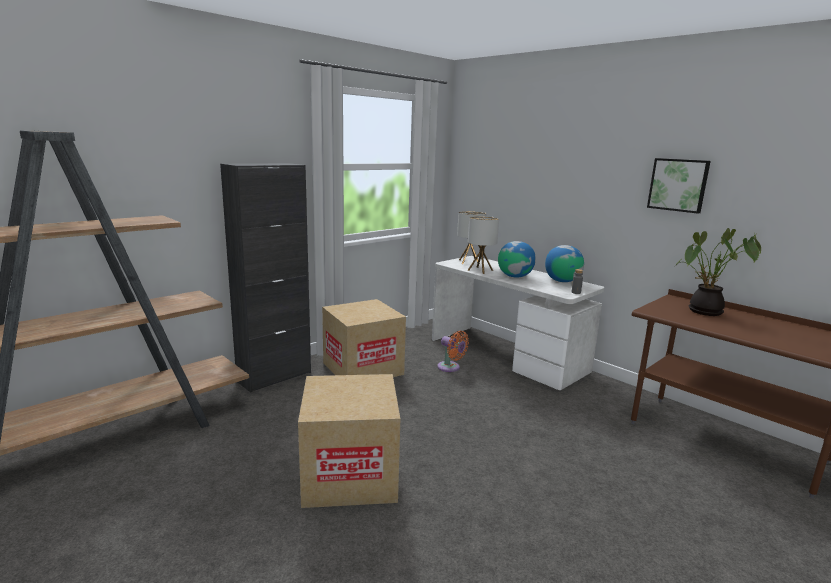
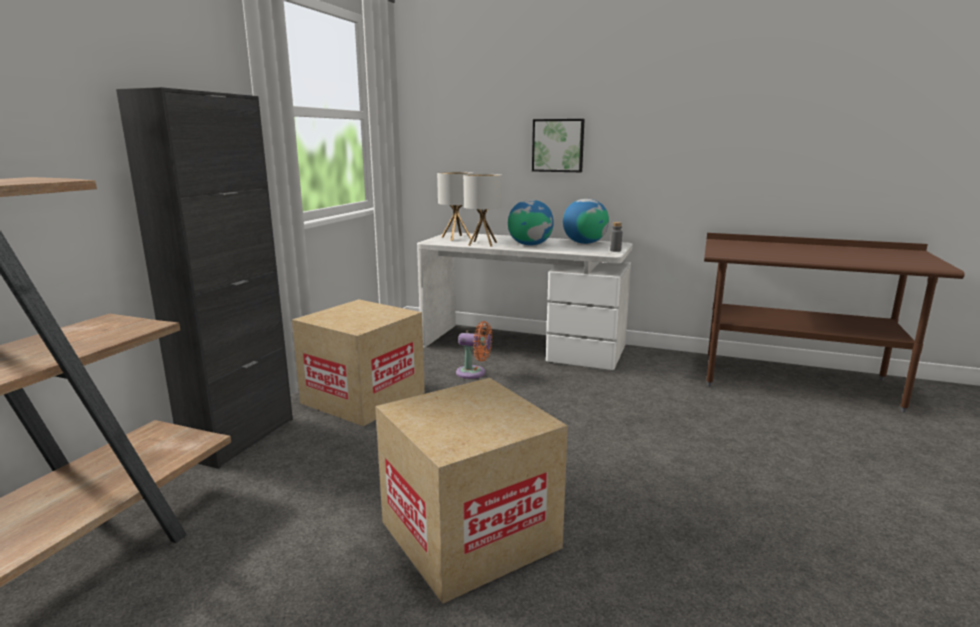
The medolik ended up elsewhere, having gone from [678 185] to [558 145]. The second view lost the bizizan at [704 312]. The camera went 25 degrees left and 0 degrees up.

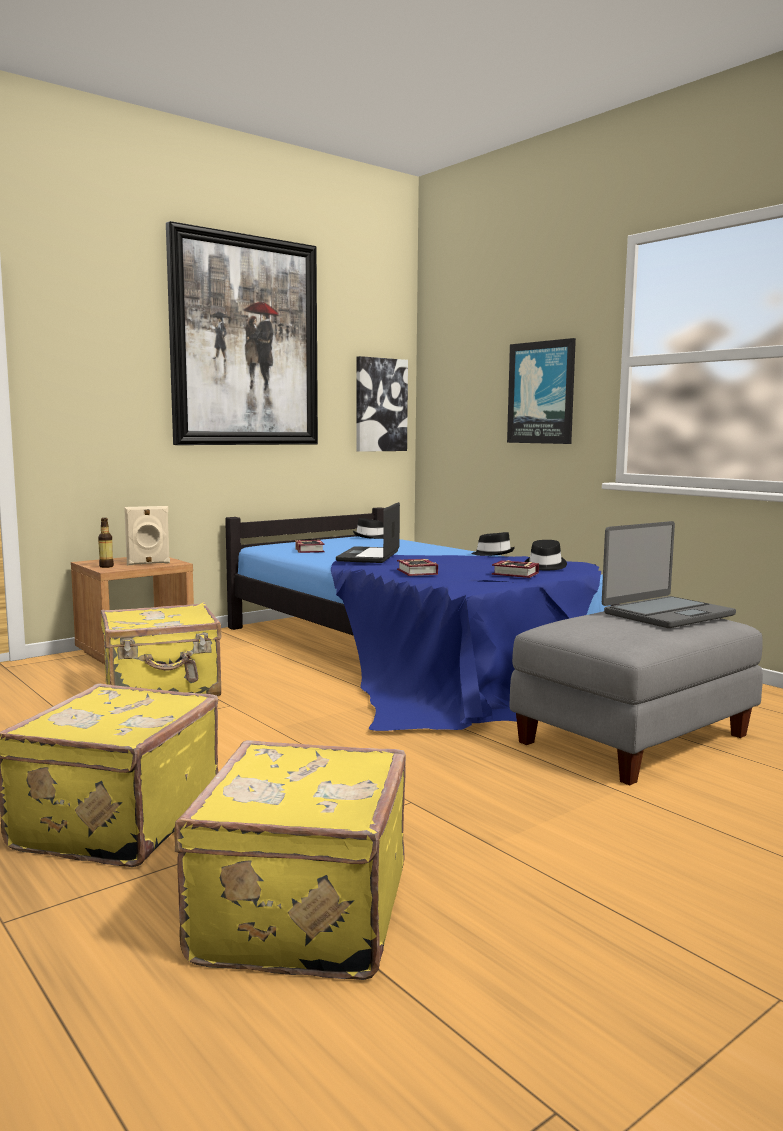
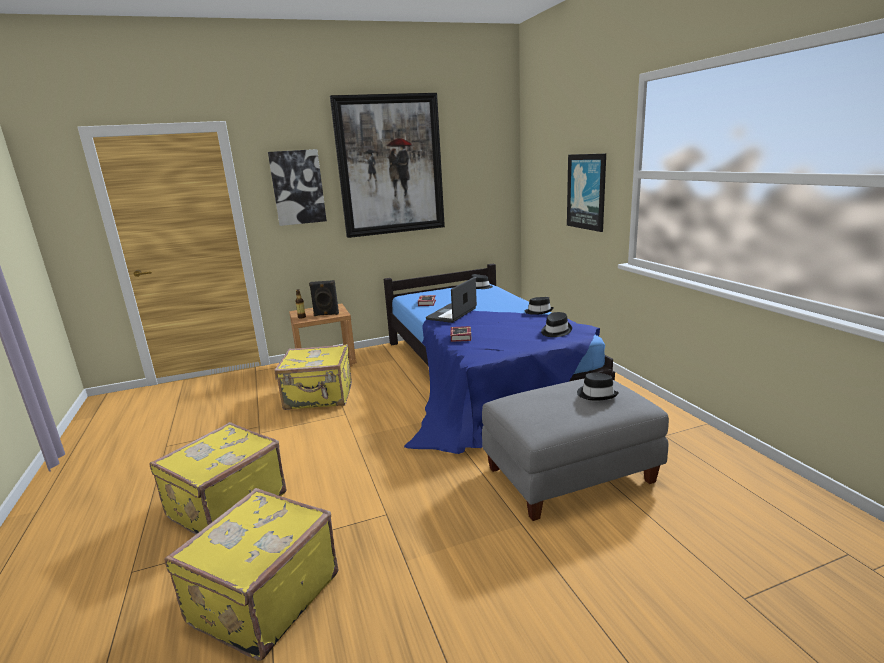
The medolik ended up elsewhere, having gone from [380 405] to [297 187]. What was the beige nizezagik at [148 563] turned into the black nizezagik at [326 314]. Where the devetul stood at [666 614], the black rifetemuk came to stand at [596 394]. The second view lost the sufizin at [516 574]. The camera went 20 degrees right and 10 degrees up.

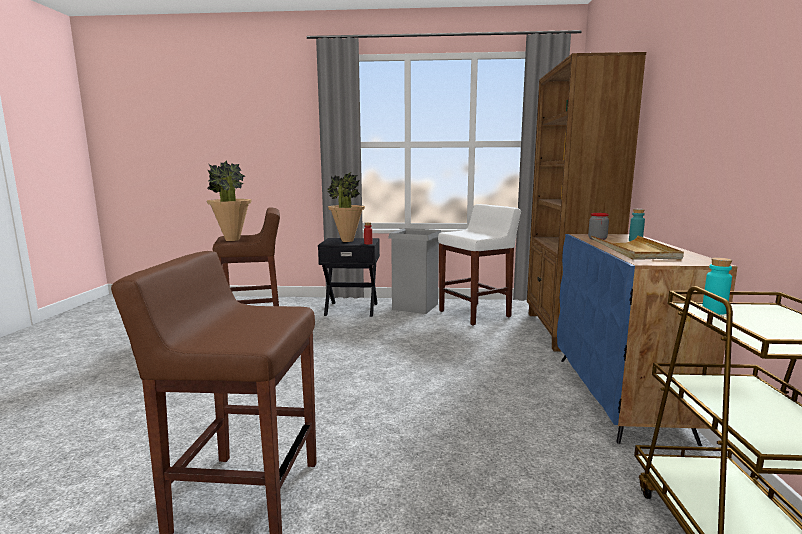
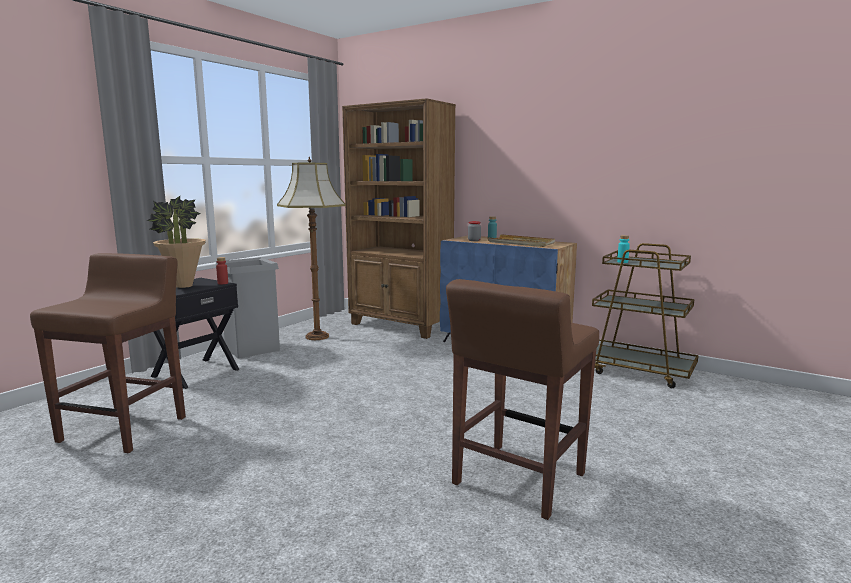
Where the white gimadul stood at [475 314], the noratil came to stand at [317 336]. The second view lost the bizizan at [232 240]. The camera went 60 degrees left and 0 degrees up.

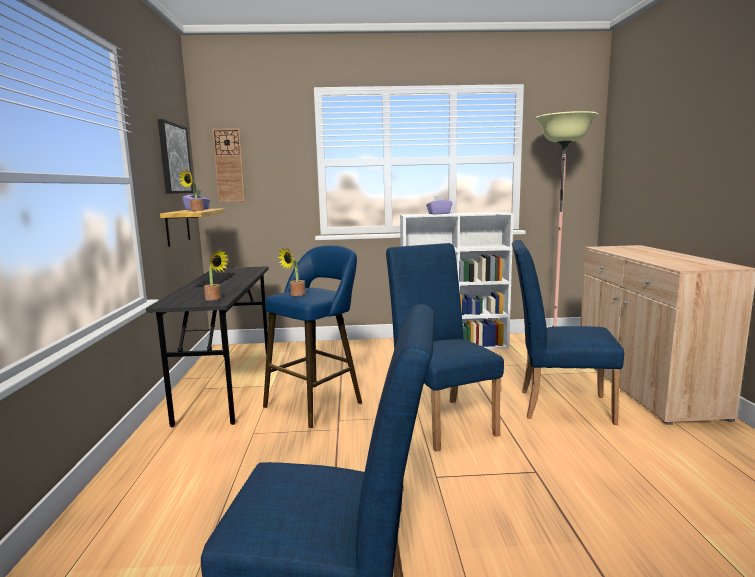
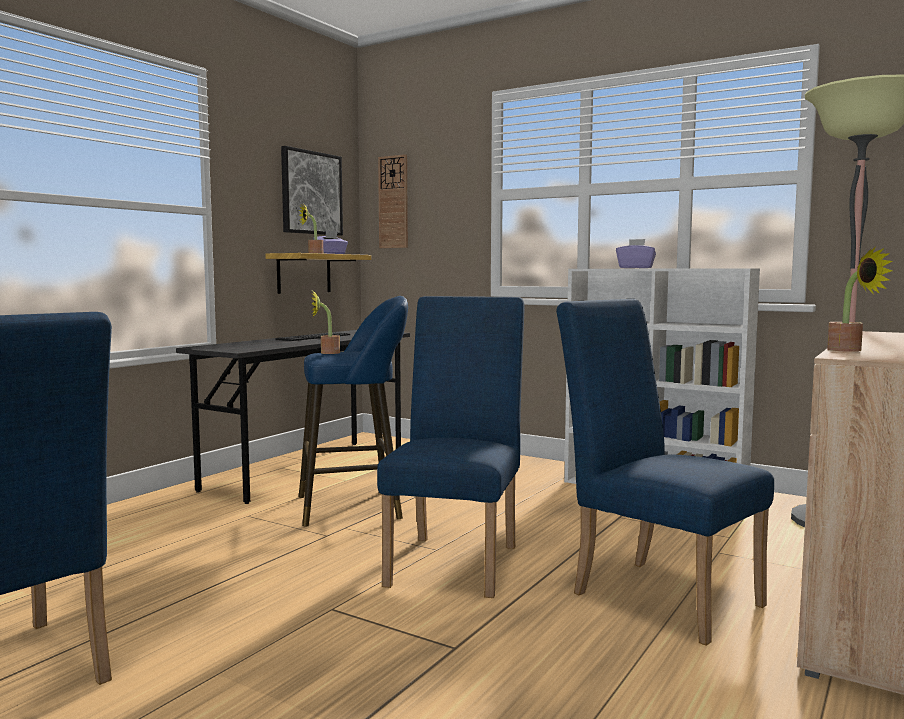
The bizizan ended up elsewhere, having gone from [215 299] to [850 350]. The camera went 35 degrees right and 5 degrees down.

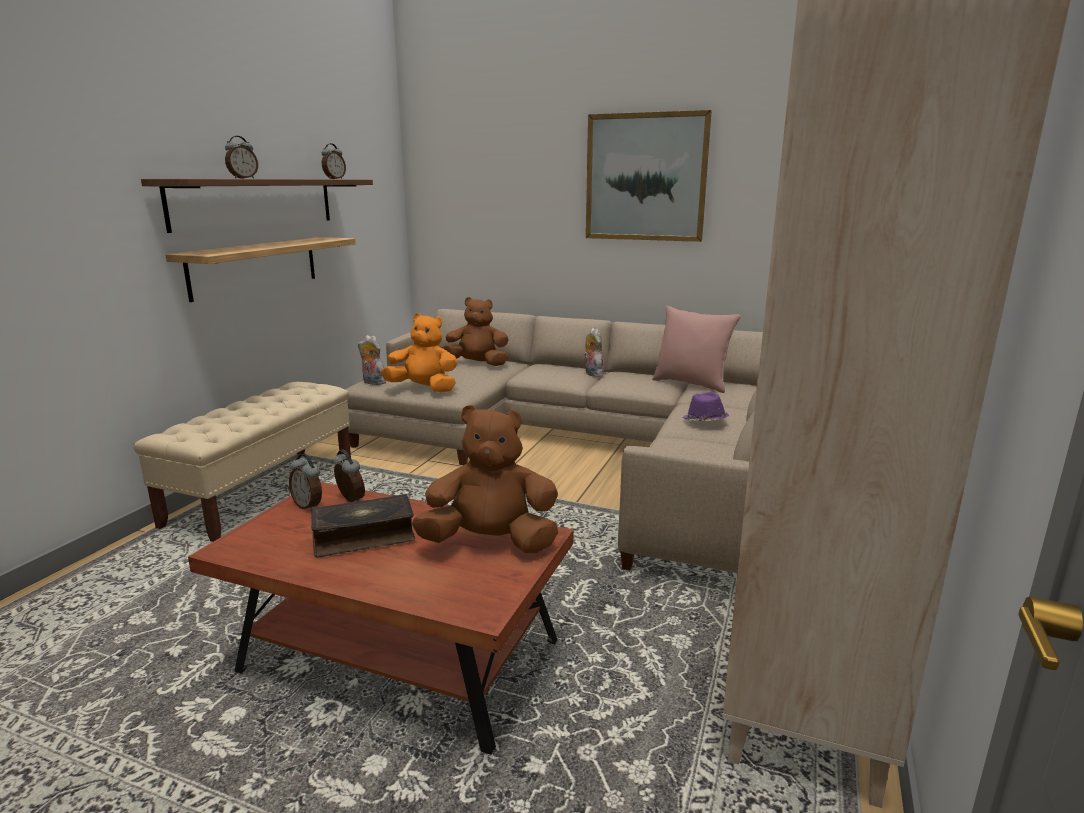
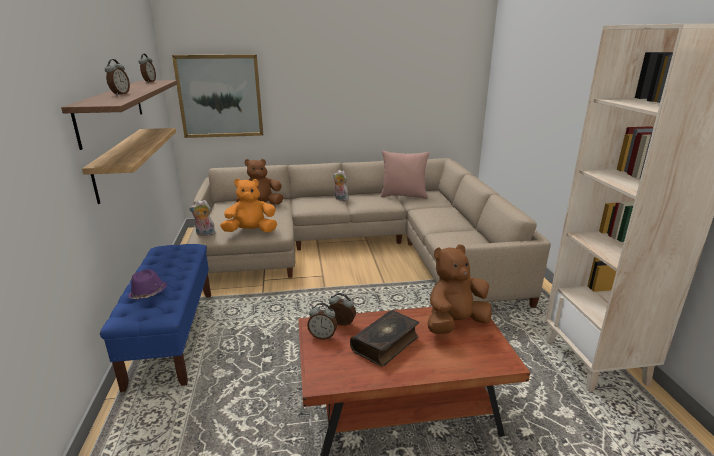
What was the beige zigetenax at [264 491] turned into the blue zigetenax at [172 336]. The purple rifetemuk ended up elsewhere, having gone from [704 421] to [148 294]. The medolik ended up elsewhere, having gone from [645 177] to [220 96]. The camera went 30 degrees left and 5 degrees up.

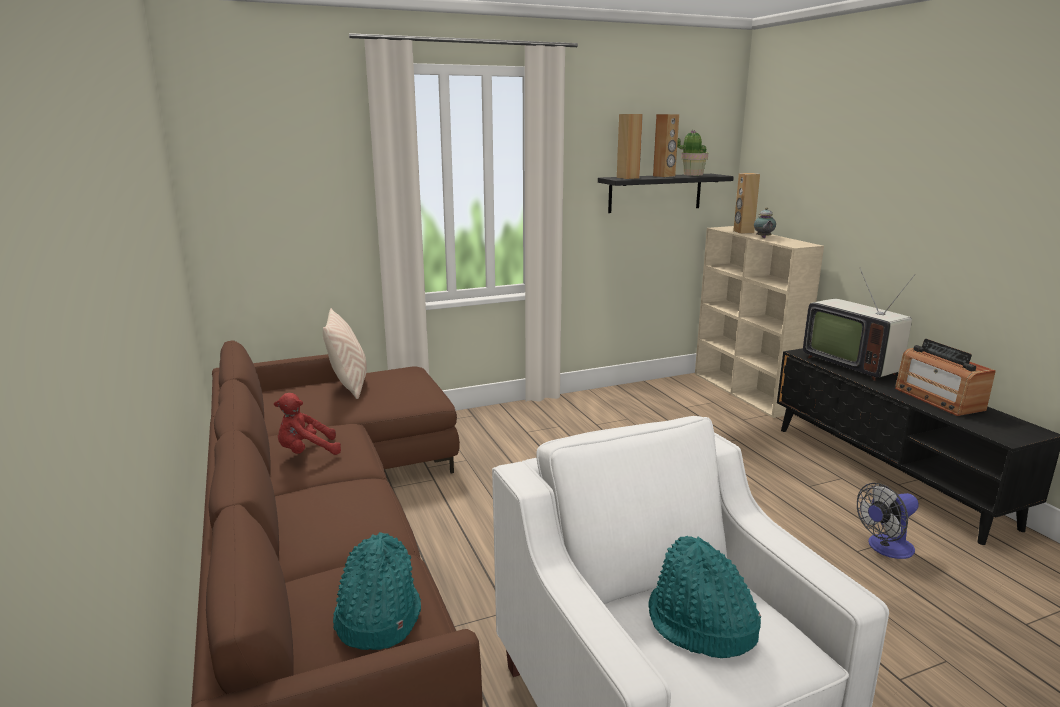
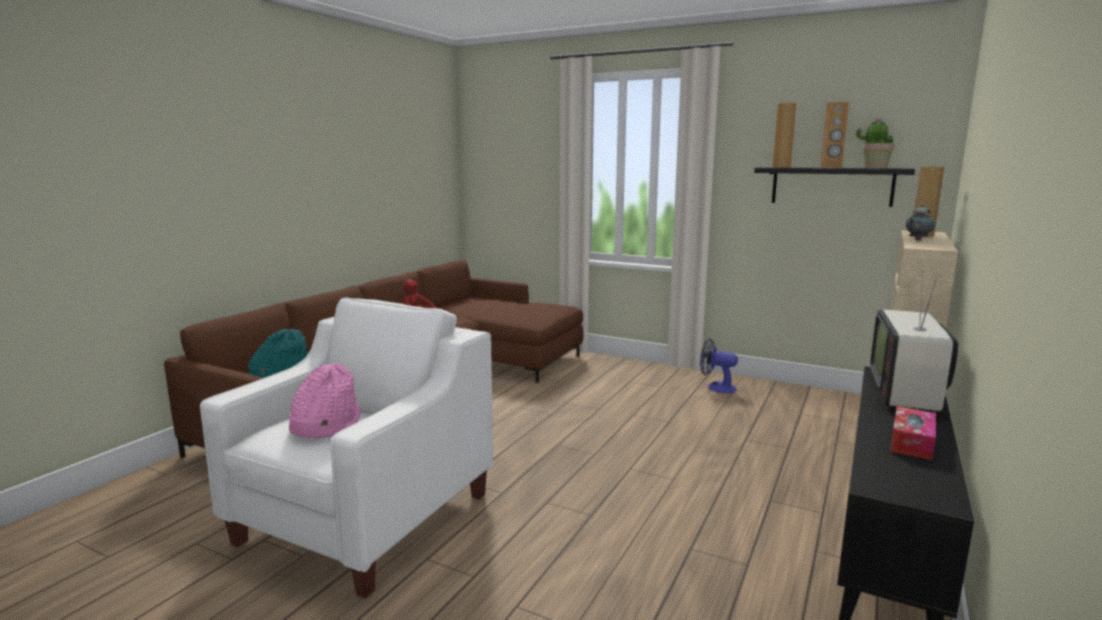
What was the turquoise rifetemuk at [699 625] turned into the pink rifetemuk at [325 424]. The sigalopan ended up elsewhere, having gone from [885 548] to [716 387]. Where the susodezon stood at [938 399], the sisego came to stand at [911 442]. The second view lost the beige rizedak at [349 385]. The camera went 50 degrees right and 5 degrees down.

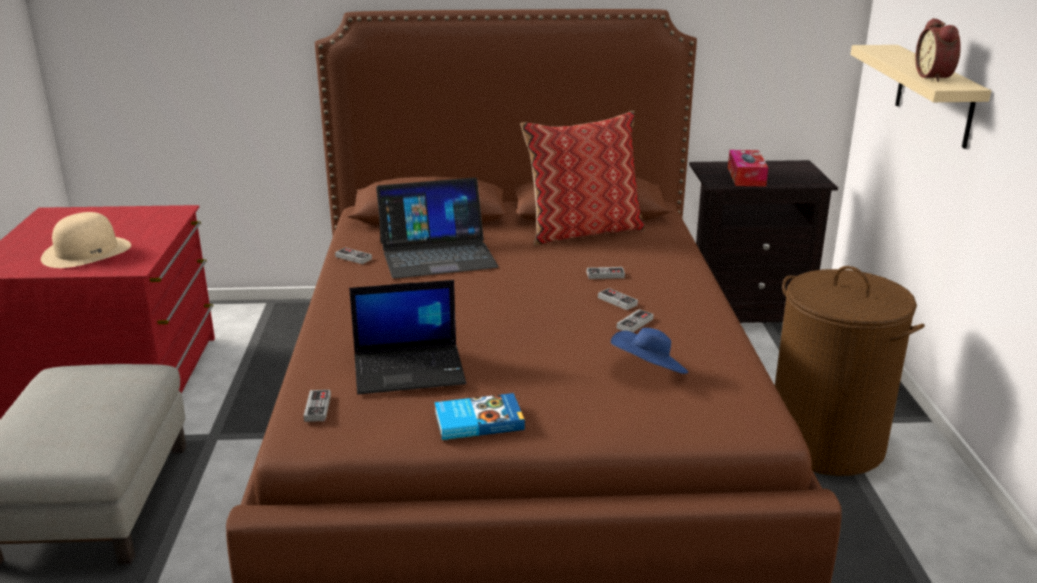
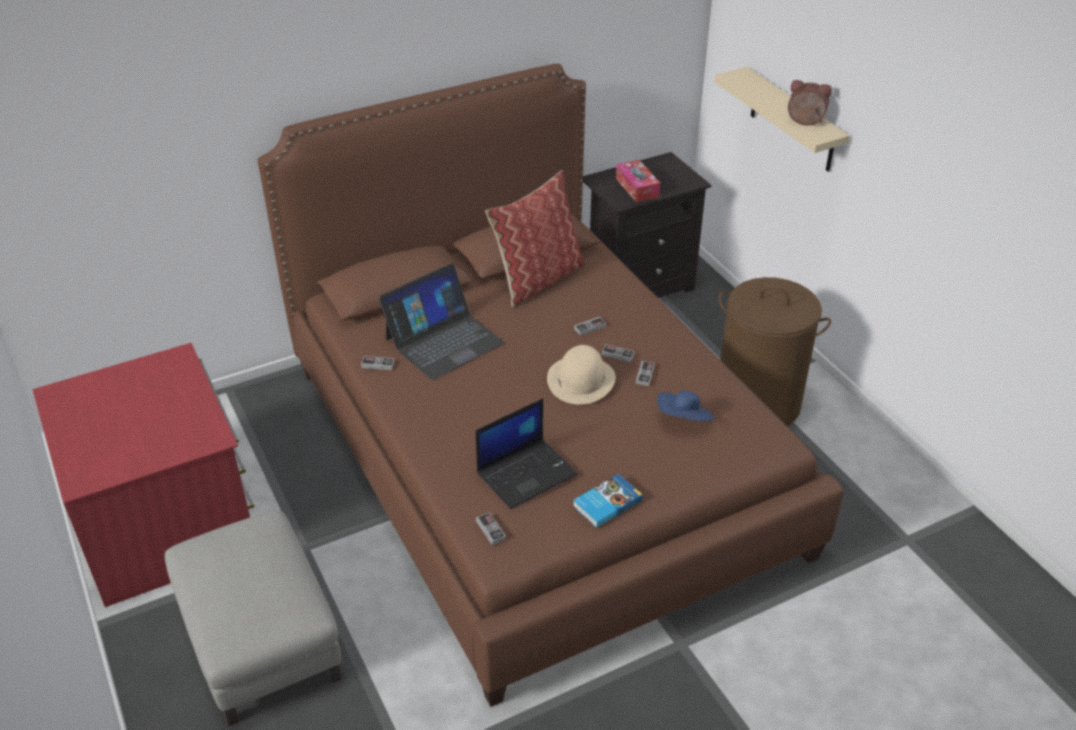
The beige rifetemuk ended up elsewhere, having gone from [87 252] to [581 379]. The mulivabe at [936 77] ended up facing another way, 135 degrees clockwise from before. The camera went 25 degrees left and 15 degrees up.

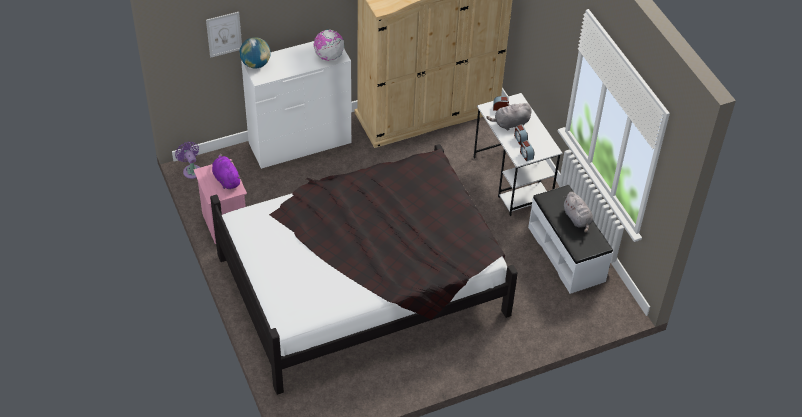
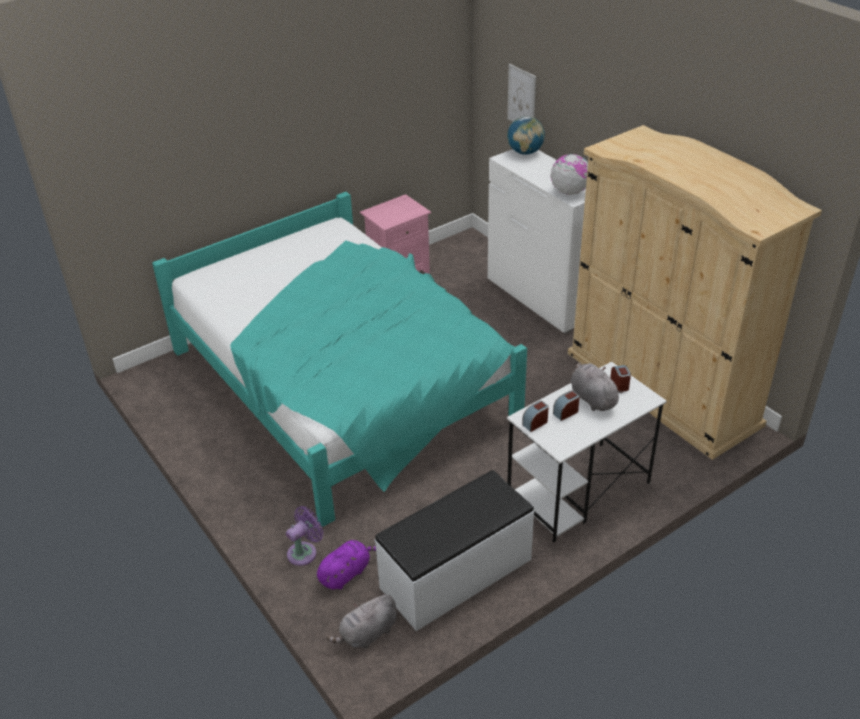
What was the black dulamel at [363 283] turned into the turquoise dulamel at [343 384]. The purple sigalopan ended up elsewhere, having gone from [191 170] to [304 552]. The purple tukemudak ended up elsewhere, having gone from [226 179] to [346 573]. The grey tukemudak ended up elsewhere, having gone from [577 219] to [367 634]. The camera went 80 degrees right and 10 degrees down.

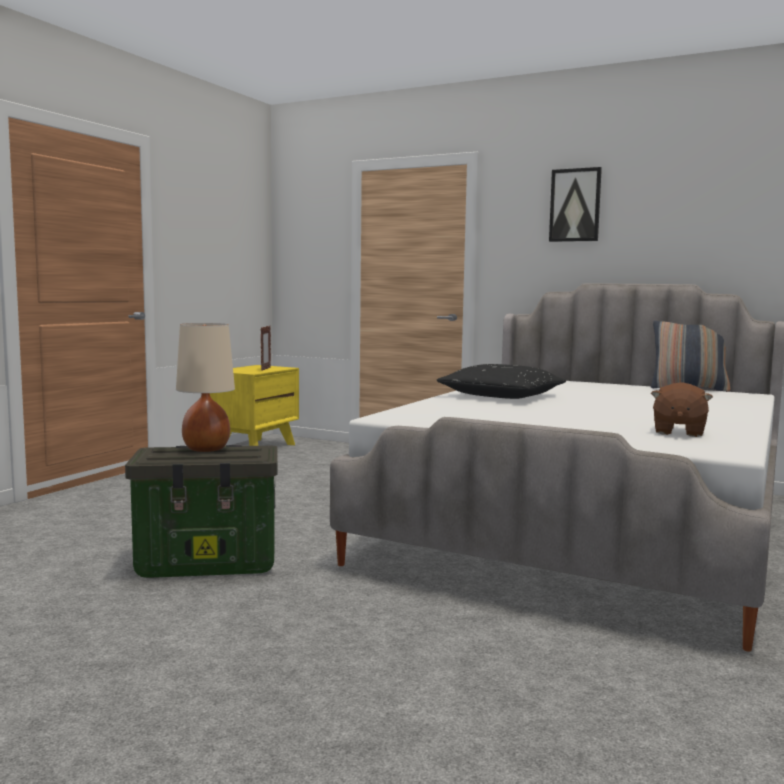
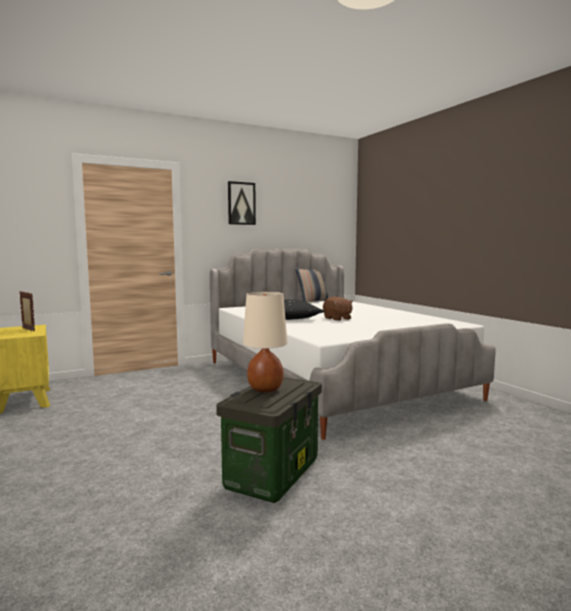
The brown tukemudak ended up elsewhere, having gone from [678 432] to [337 318]. The camera went 55 degrees left and 0 degrees up.

